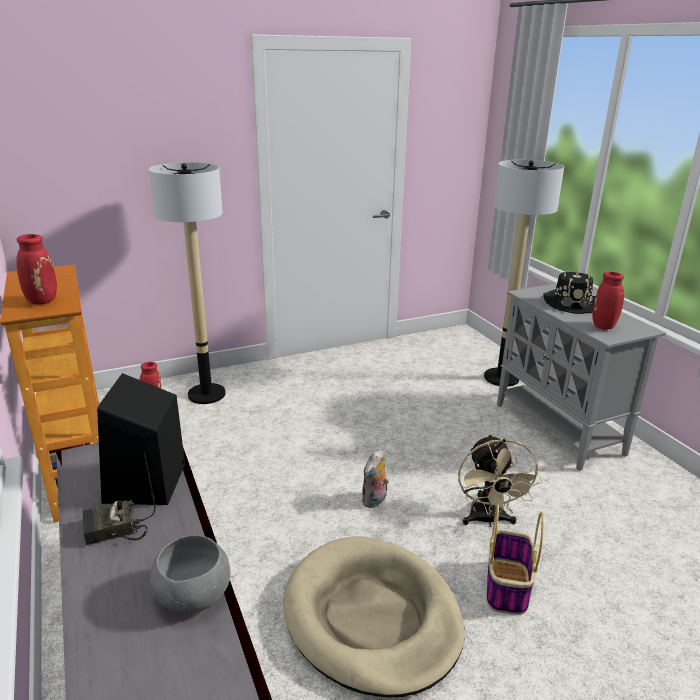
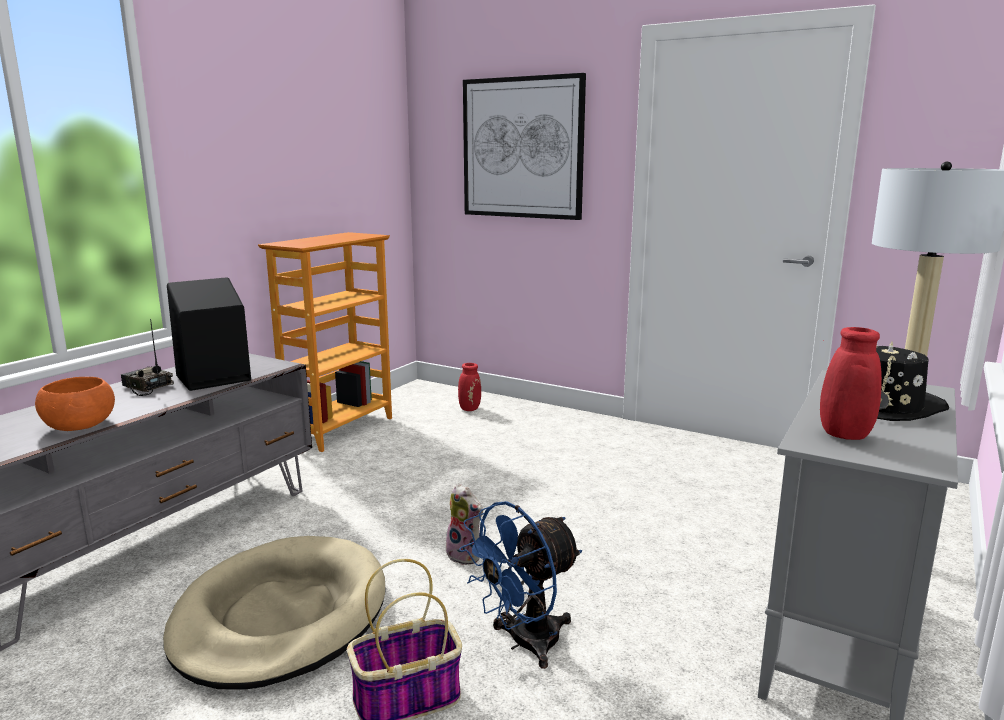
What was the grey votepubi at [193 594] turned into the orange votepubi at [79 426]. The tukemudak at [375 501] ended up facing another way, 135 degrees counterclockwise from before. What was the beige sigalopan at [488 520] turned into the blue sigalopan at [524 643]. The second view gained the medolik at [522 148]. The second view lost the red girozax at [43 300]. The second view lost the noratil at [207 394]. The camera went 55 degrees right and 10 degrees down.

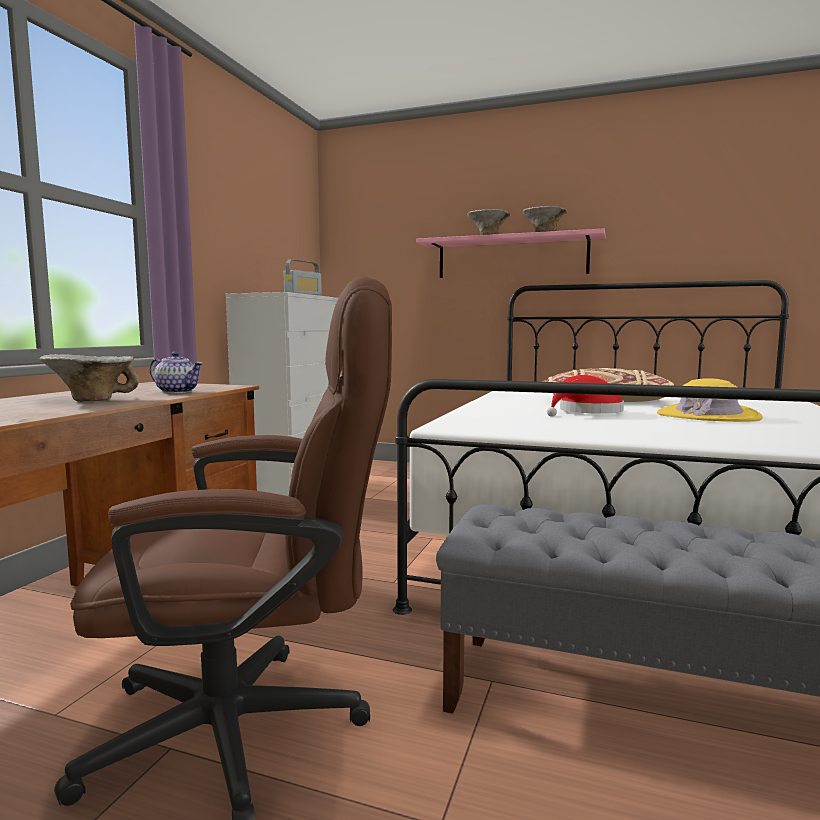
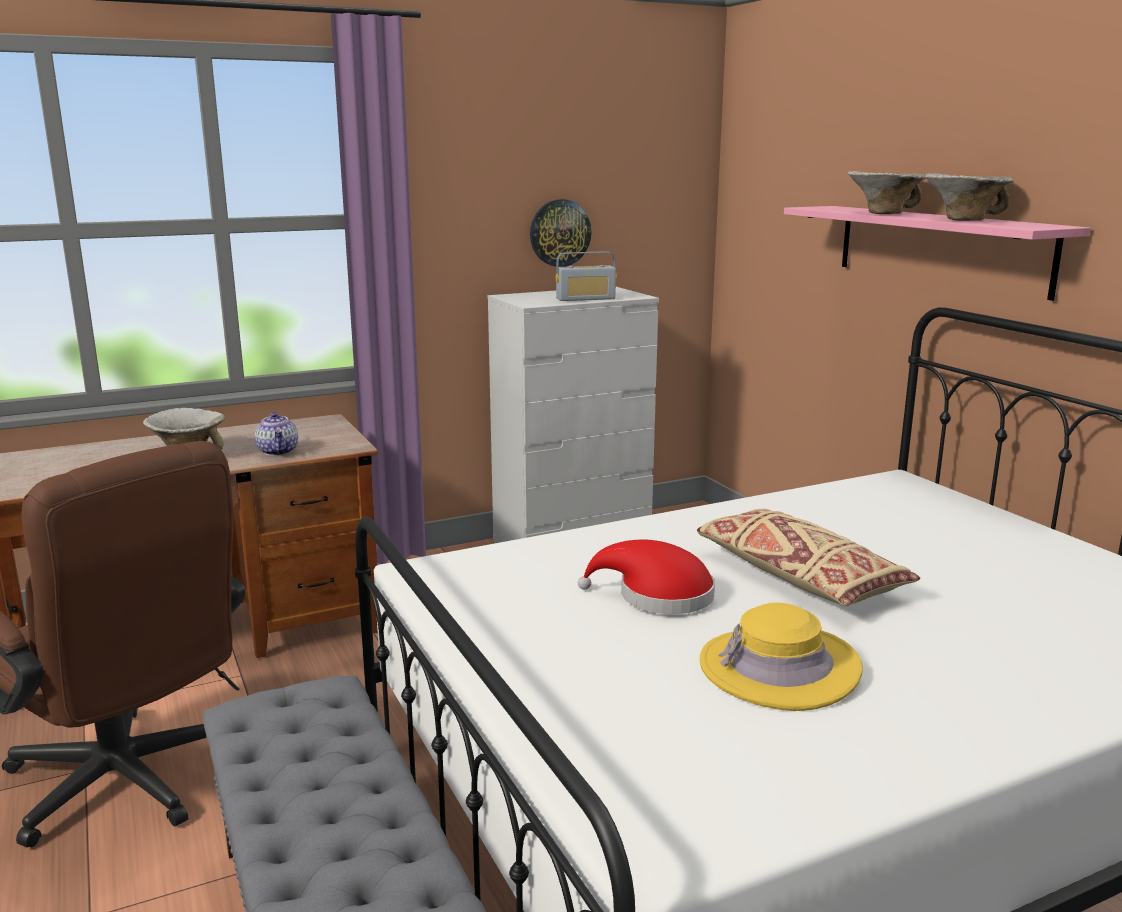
The second view gained the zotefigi at [559 233]. The camera went 45 degrees right and 10 degrees up.

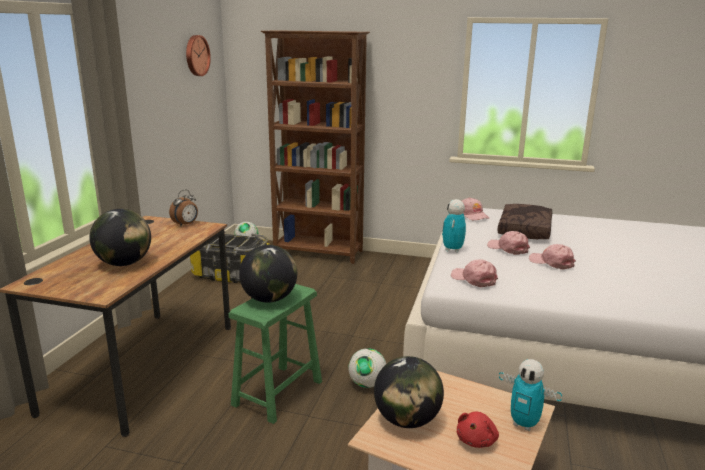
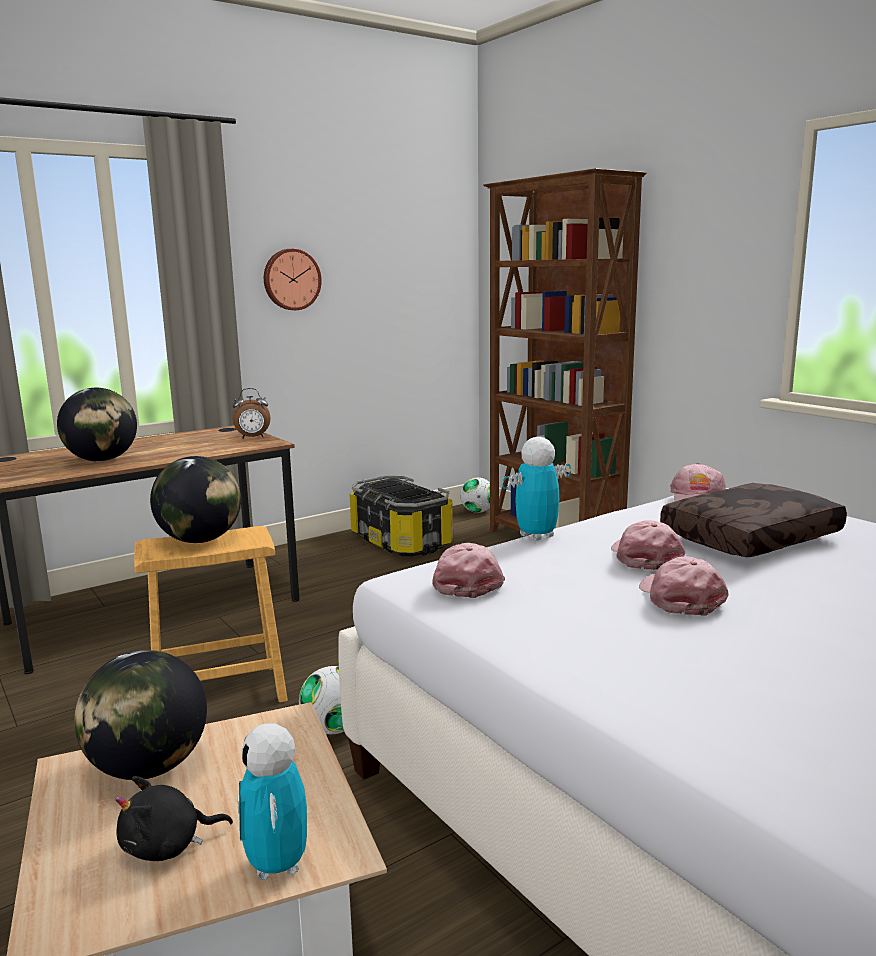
What was the red tukemudak at [477 440] turned into the black tukemudak at [168 846]. What was the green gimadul at [277 393] turned into the brown gimadul at [219 692]. The zotefigi ended up elsewhere, having gone from [196 55] to [291 279]. The camera went 40 degrees right and 5 degrees down.

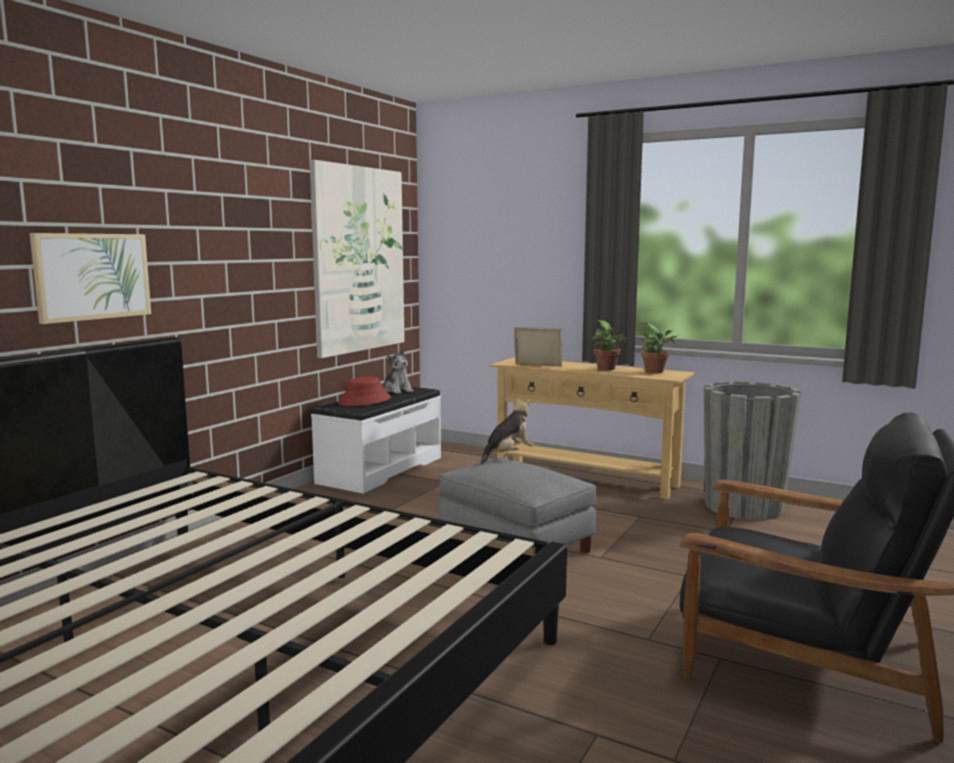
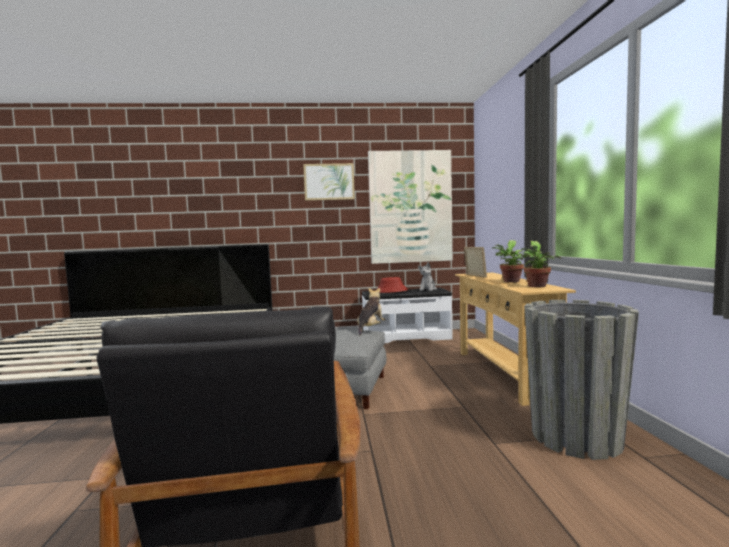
The medolik ended up elsewhere, having gone from [92 276] to [329 182]. The tukemudak at [508 455] ended up facing another way, 75 degrees counterclockwise from before. The camera went 55 degrees right and 5 degrees down.

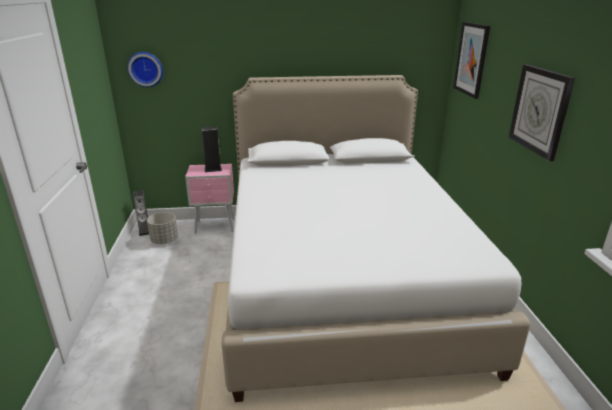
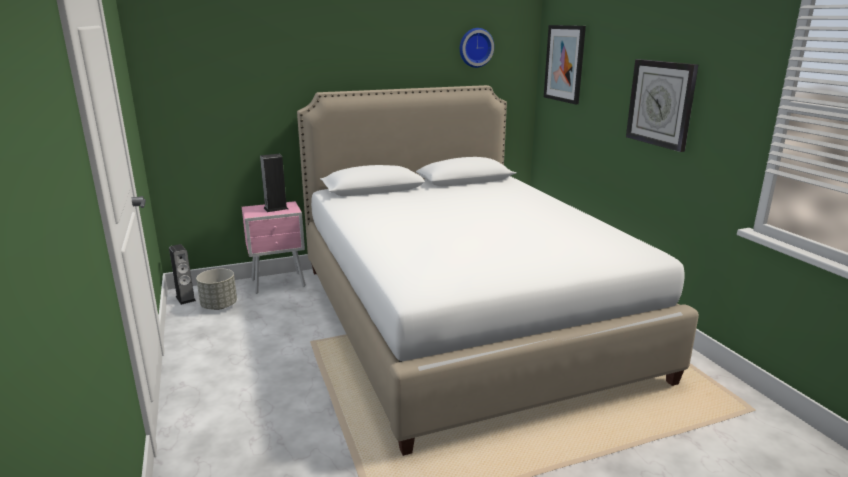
The zotefigi ended up elsewhere, having gone from [146 69] to [475 47]. The camera went 15 degrees left and 5 degrees down.

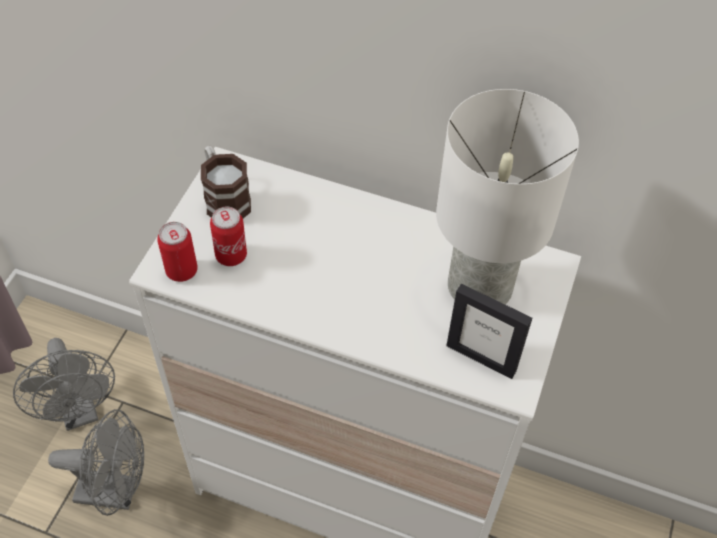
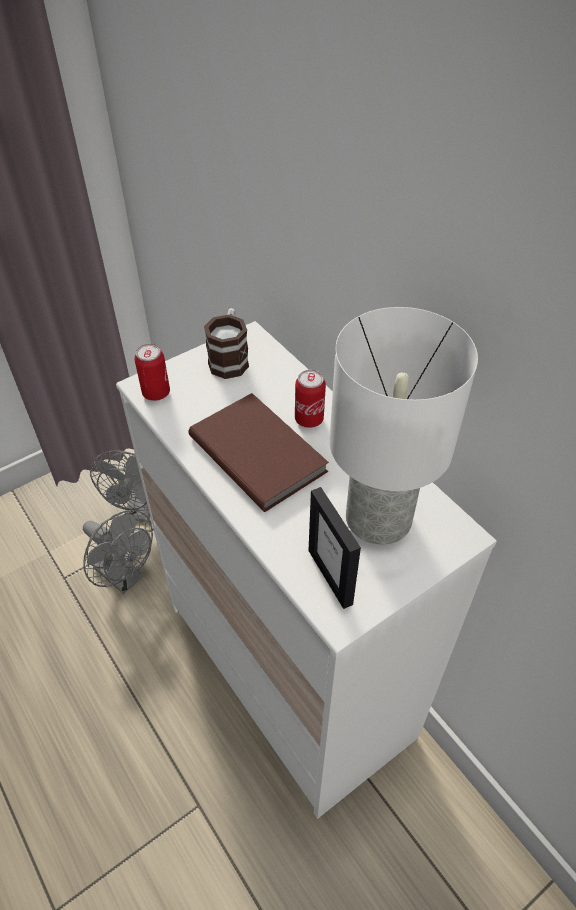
The second view gained the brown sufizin at [259 451]. The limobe ended up elsewhere, having gone from [231 255] to [309 419]. The camera went 35 degrees right and 5 degrees down.

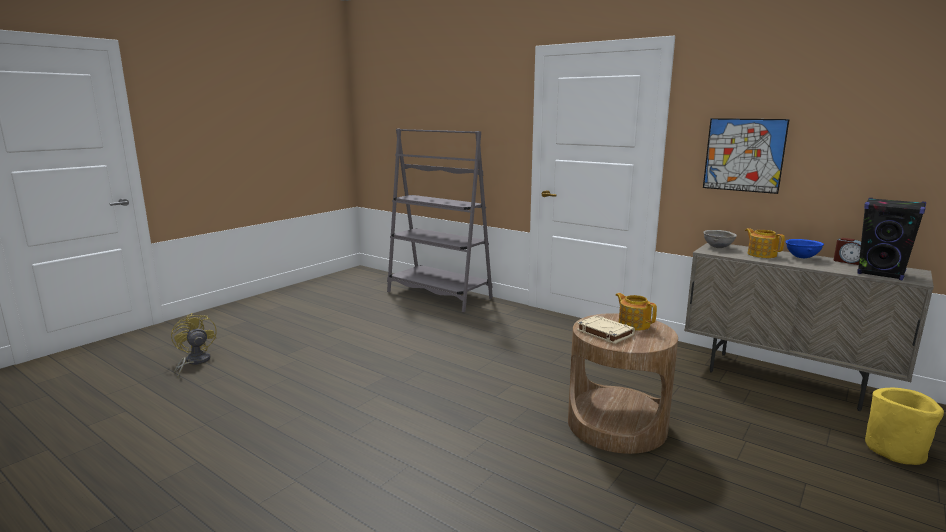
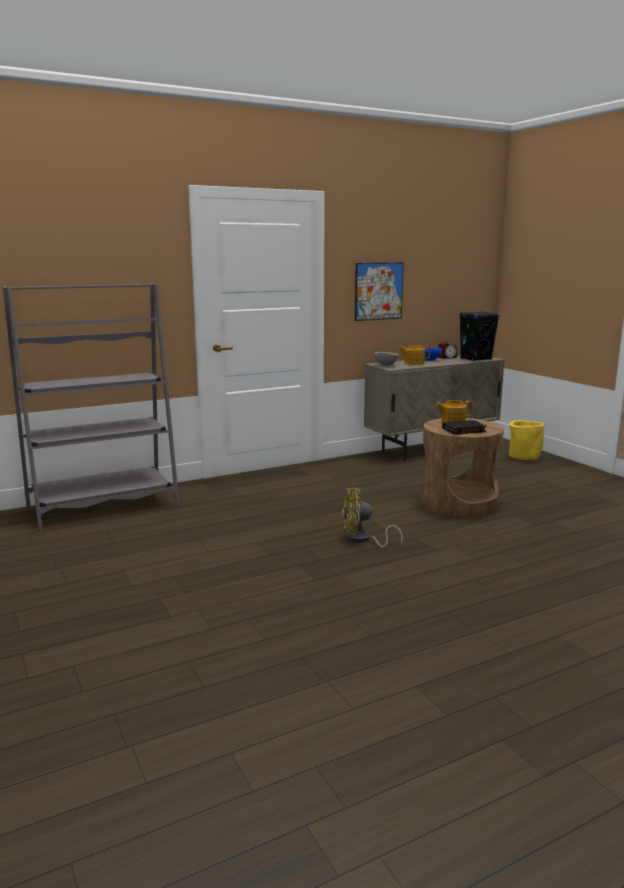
The yellow sigalopan ended up elsewhere, having gone from [194 362] to [362 540]. What was the beige sufizin at [604 332] turned into the black sufizin at [463 430]. The camera went 65 degrees left and 0 degrees up.

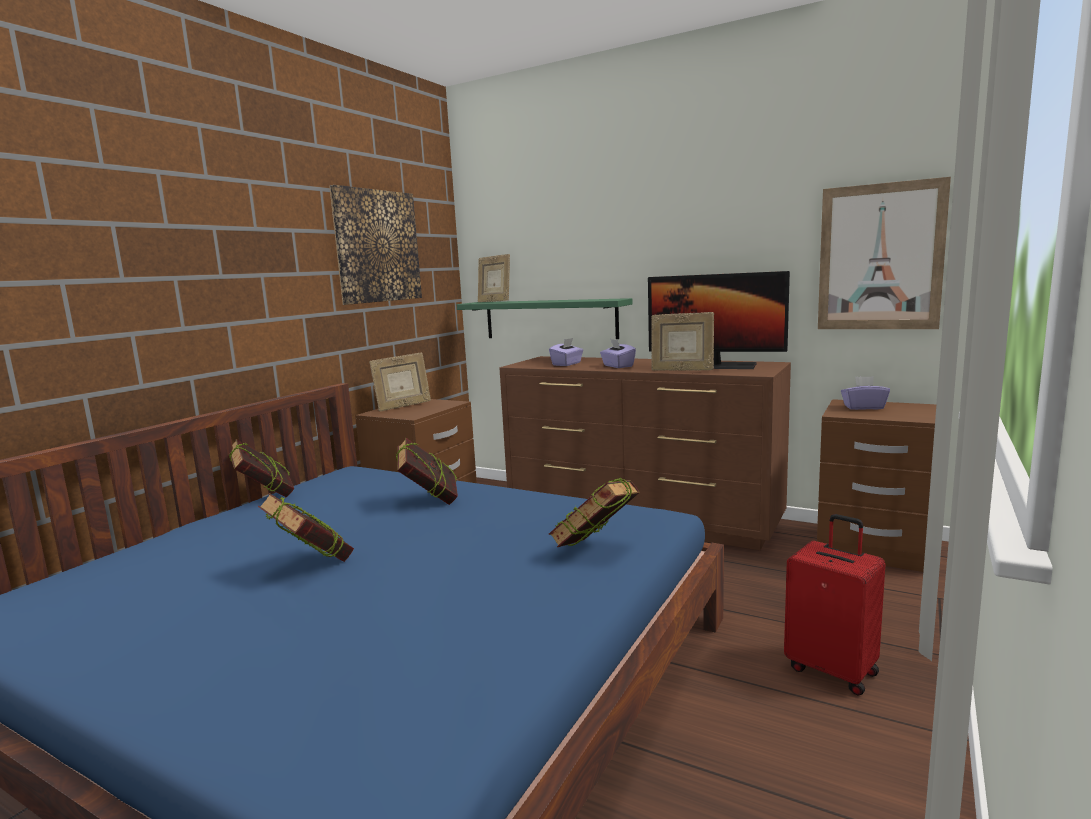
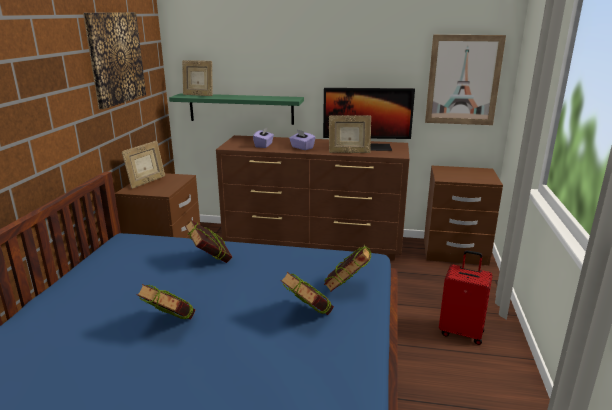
The sufizin ended up elsewhere, having gone from [265 497] to [307 317]. The second view lost the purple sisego at [863 407]. The camera went 20 degrees left and 10 degrees up.

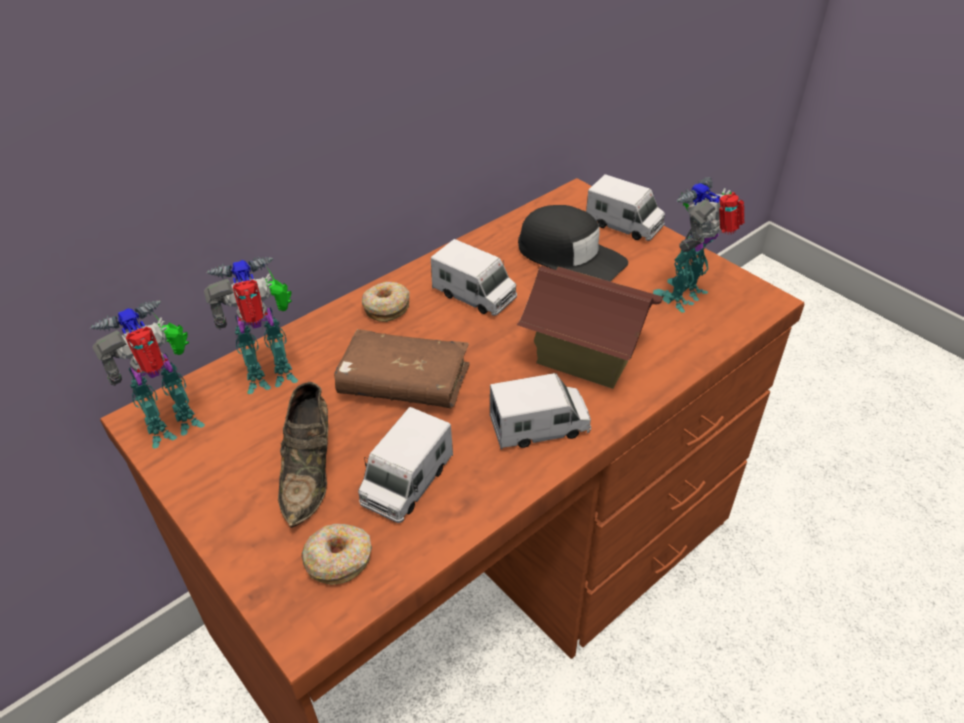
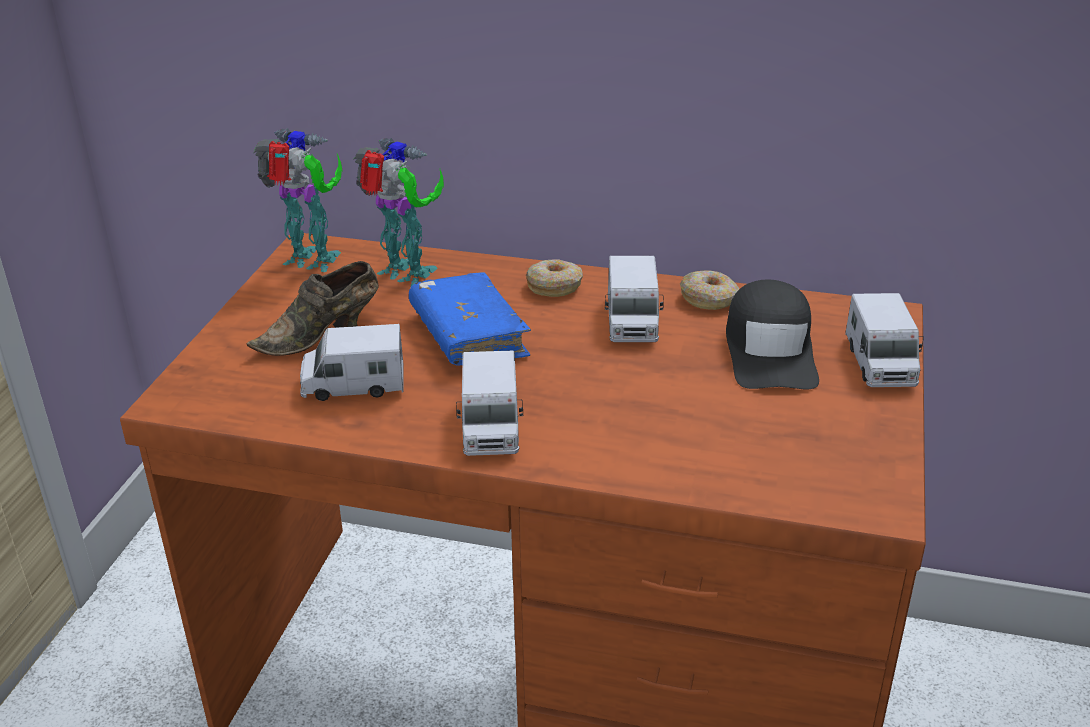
What was the brown sufizin at [404 382] turned into the blue sufizin at [468 335]. The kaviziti at [539 427] ended up facing another way, 45 degrees clockwise from before. The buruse ended up elsewhere, having gone from [339 559] to [709 298]. The second view lost the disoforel at [586 356]. The second view lost the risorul at [686 295]. The camera went 55 degrees right and 10 degrees down.

